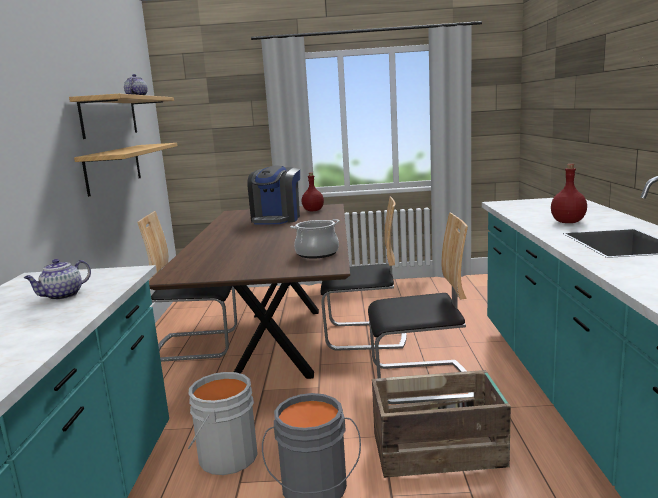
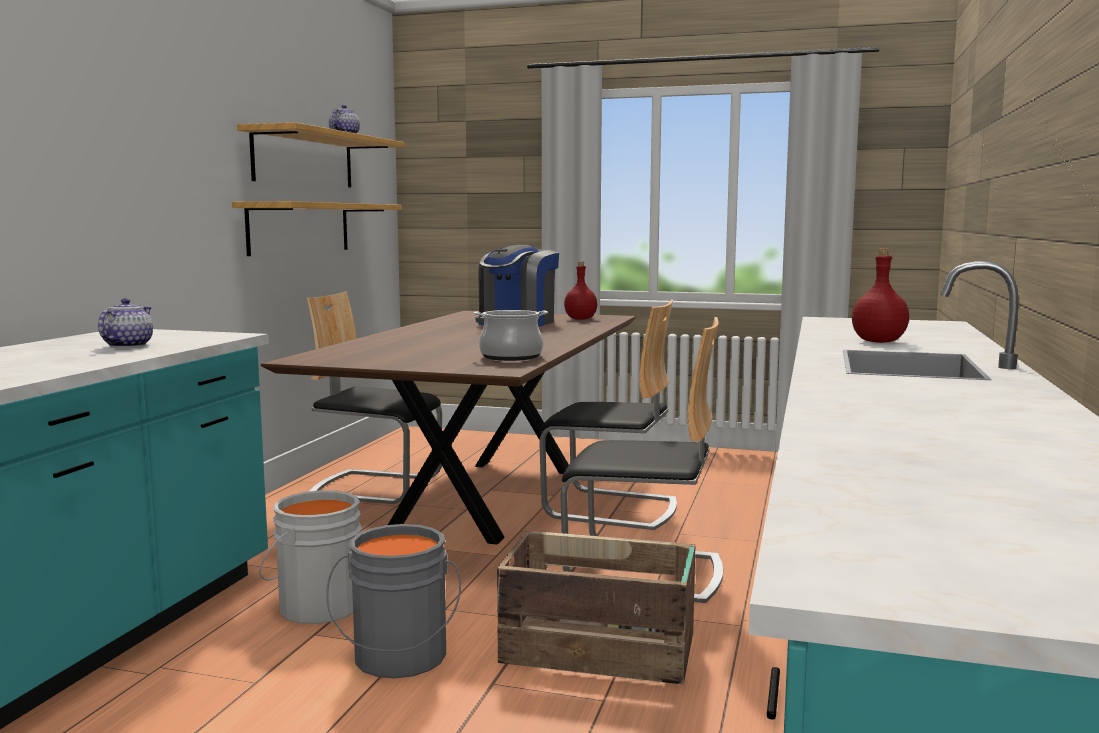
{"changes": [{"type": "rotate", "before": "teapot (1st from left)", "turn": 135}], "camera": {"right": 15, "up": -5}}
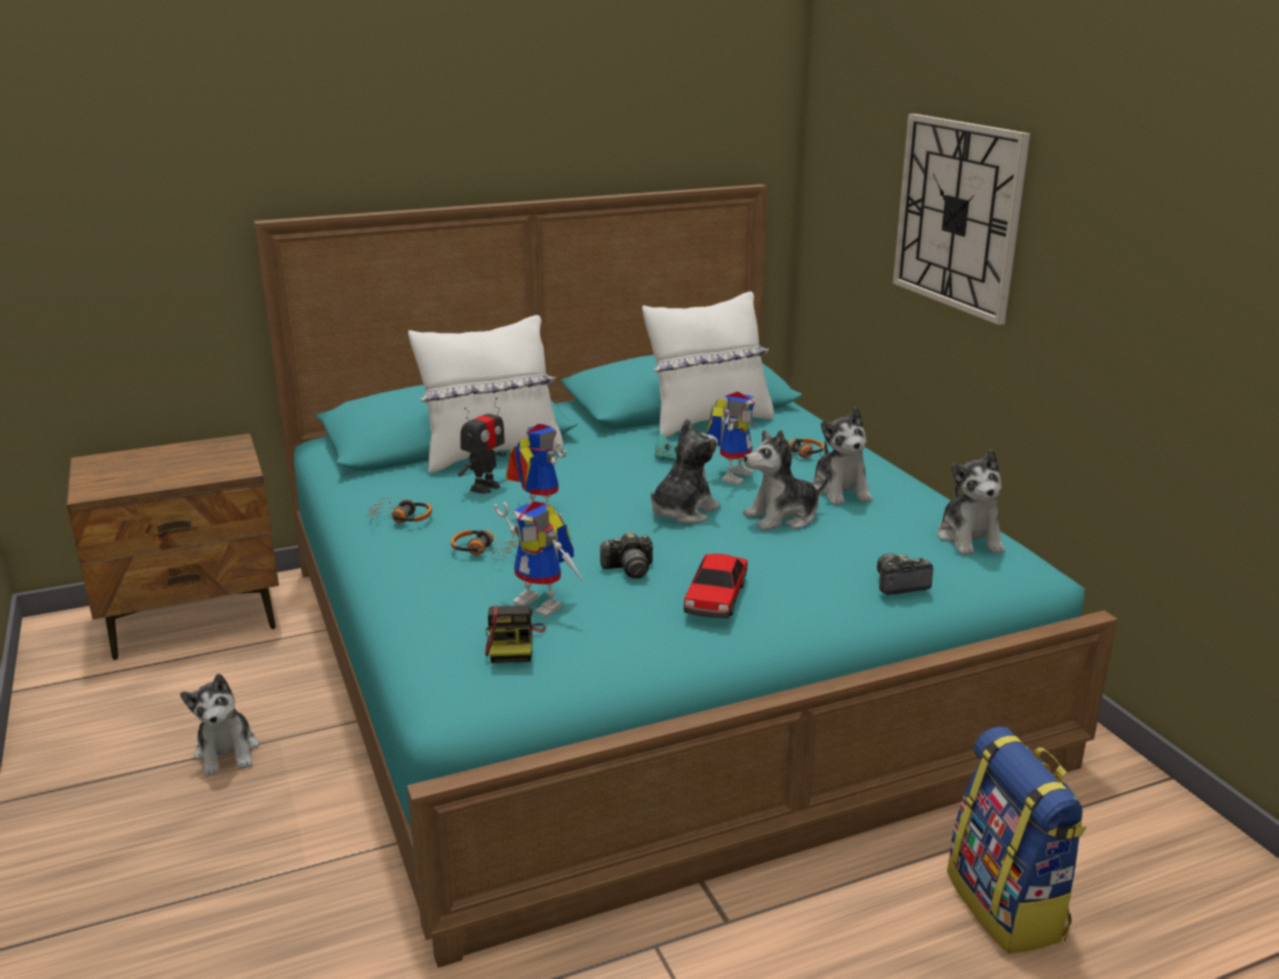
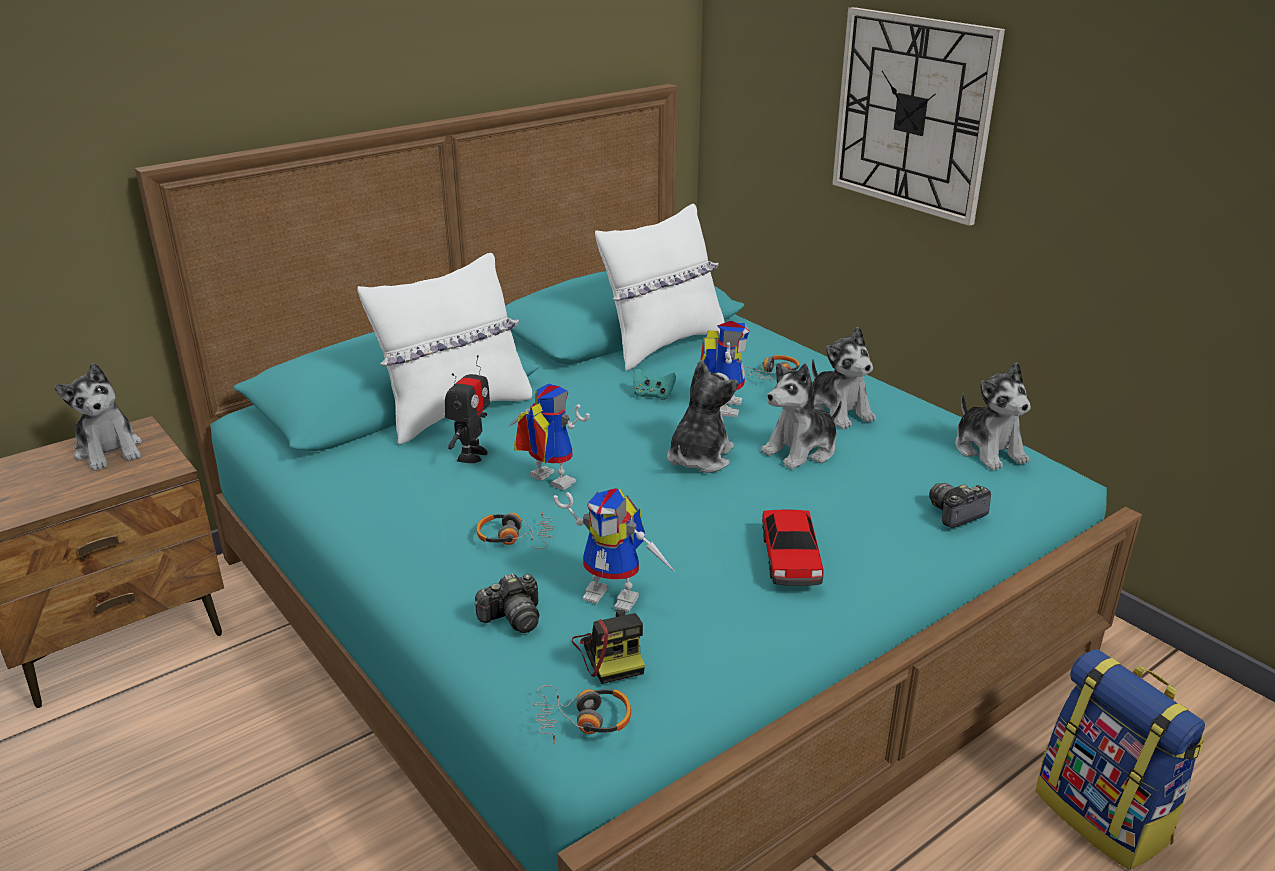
{"changes": [{"type": "move", "before": "plush toy (1st from left)"}, {"type": "move", "before": "headphones (1st from left in the first image)", "after": "headphones (2nd from left)"}, {"type": "move", "before": "photo camera (2nd from left in the first image)", "after": "photo camera (1st from left)"}], "camera": {"right": -15, "up": 5}}
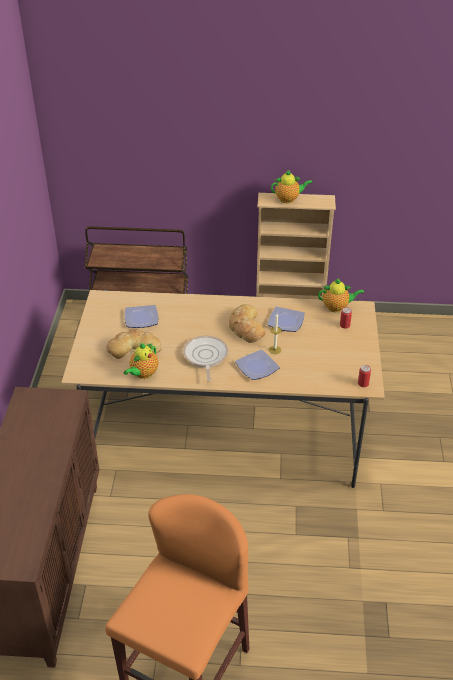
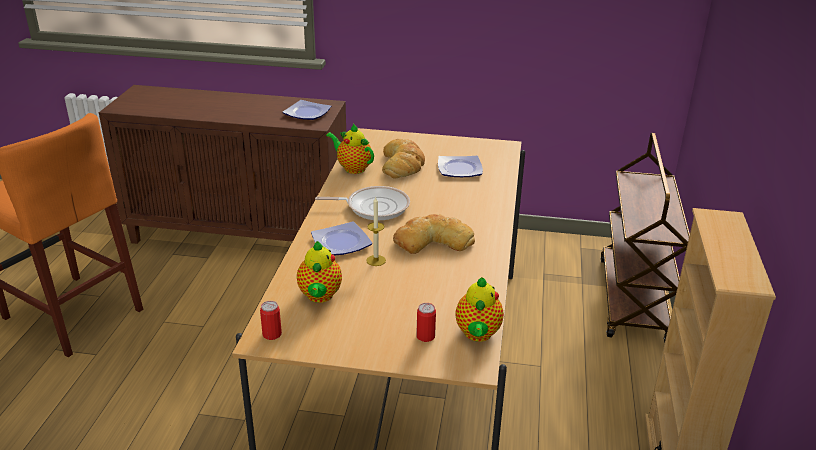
{"changes": [{"type": "move", "before": "plate (3rd from left in the first image)", "after": "plate (1st from left)"}, {"type": "move", "before": "teapot (2nd from left in the first image)", "after": "teapot (1st from left)"}], "camera": {"right": 95, "up": -10}}
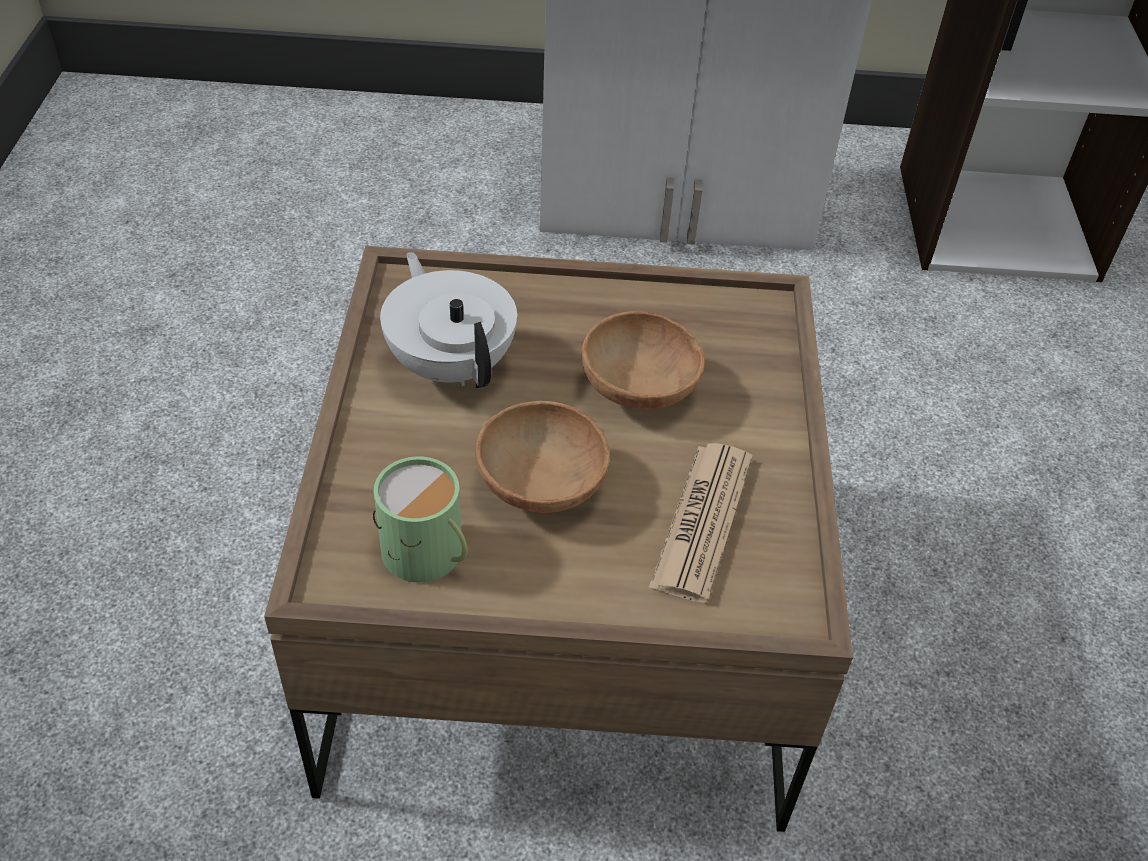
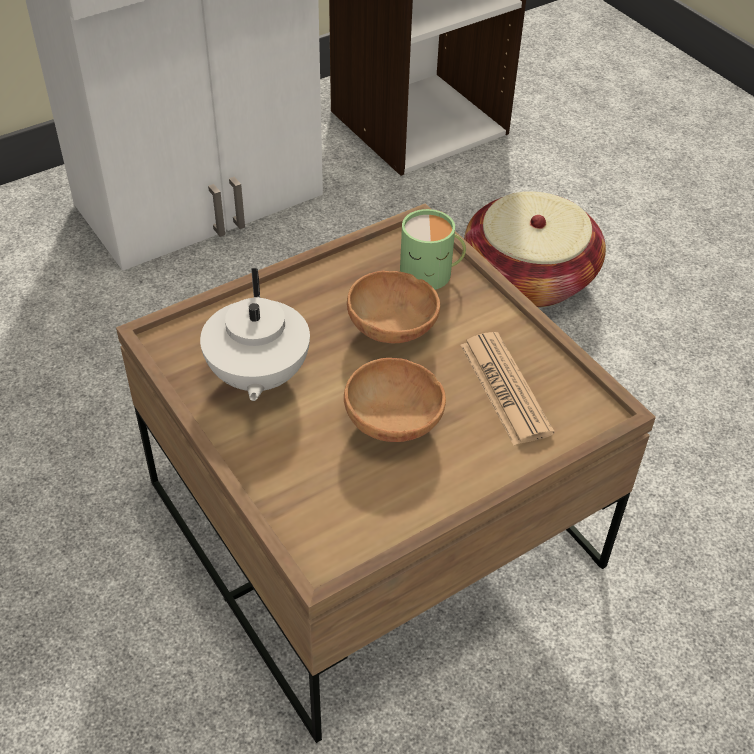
{"changes": [{"type": "move", "before": "green mug"}, {"type": "rotate", "before": "white teapot", "turn": -120}, {"type": "insert", "after": "basket"}], "camera": {"right": -35, "up": 0}}
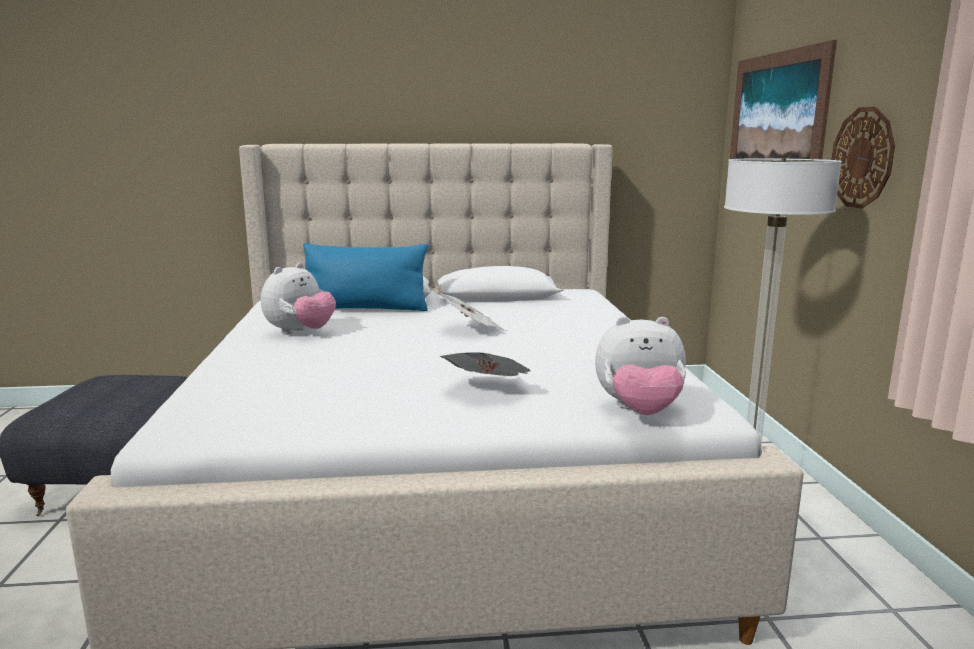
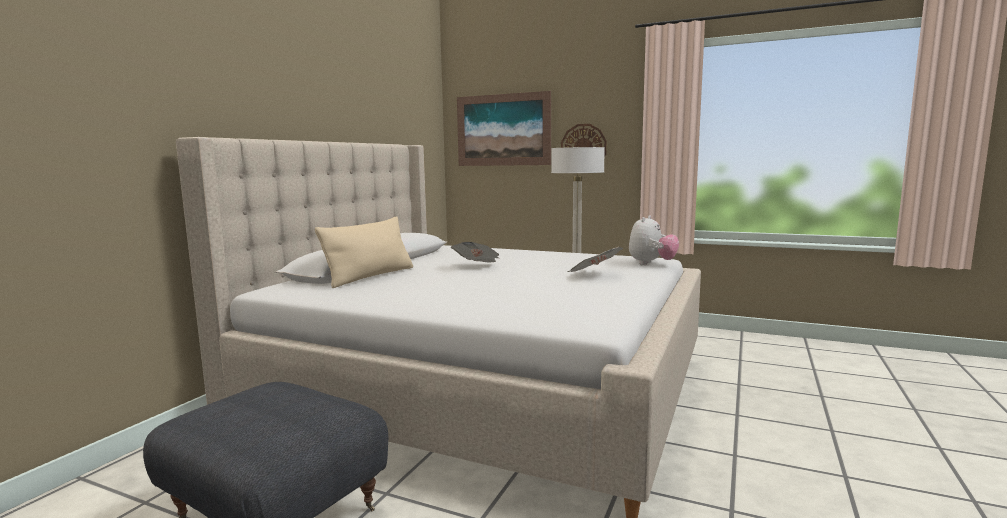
{"changes": [{"type": "delete", "before": "plush toy (1st from left)"}, {"type": "recolor", "before": "blue pillow", "after": "beige pillow"}], "camera": {"right": -60, "up": -5}}
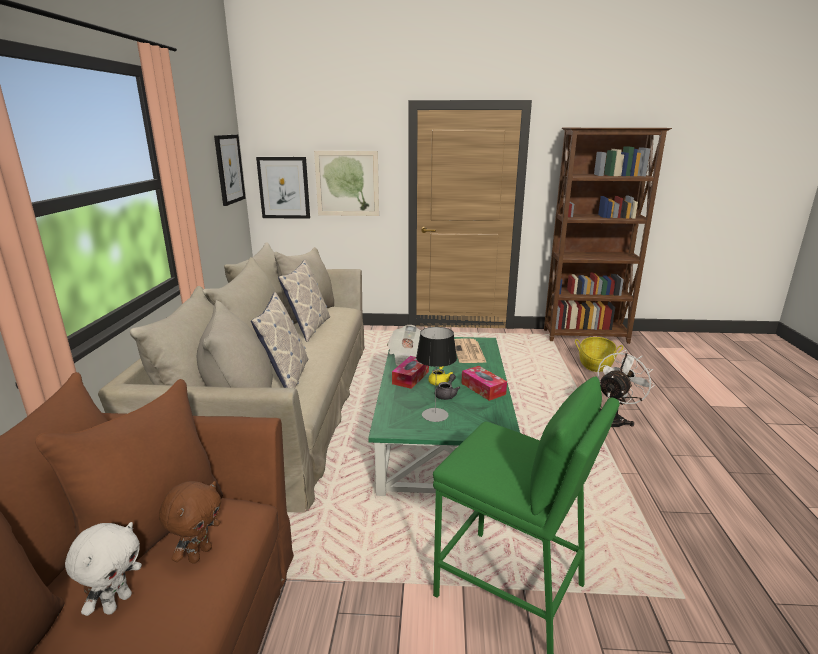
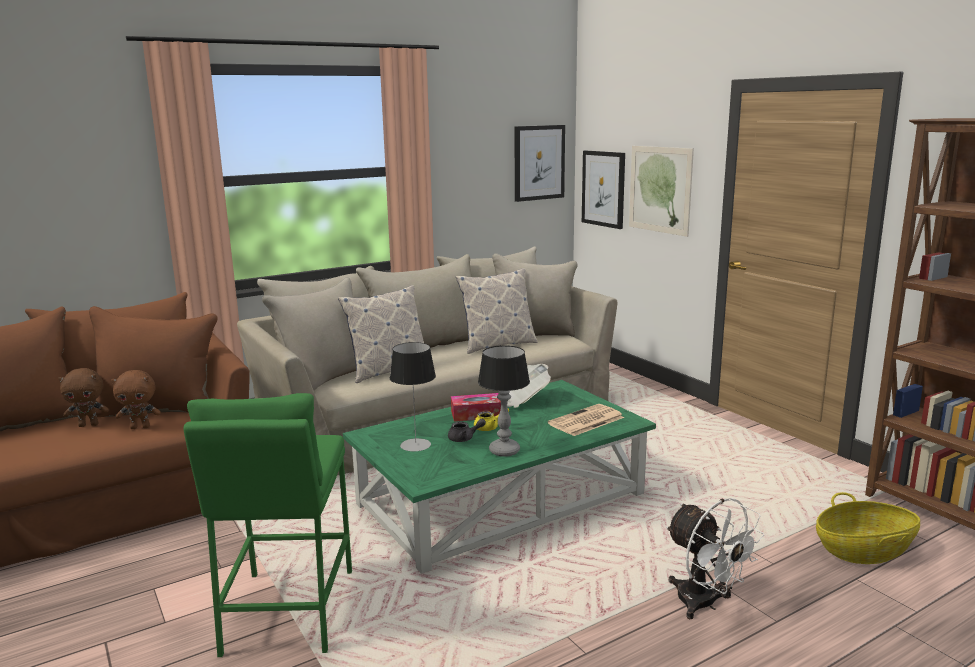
{"changes": [{"type": "recolor", "before": "white plush toy", "after": "brown plush toy (1st from left)"}, {"type": "replace", "before": "tissue box (2nd from left)", "after": "table lamp (2nd from left)"}, {"type": "rotate", "before": "white fan", "turn": 45}], "camera": {"right": 55, "up": -5}}
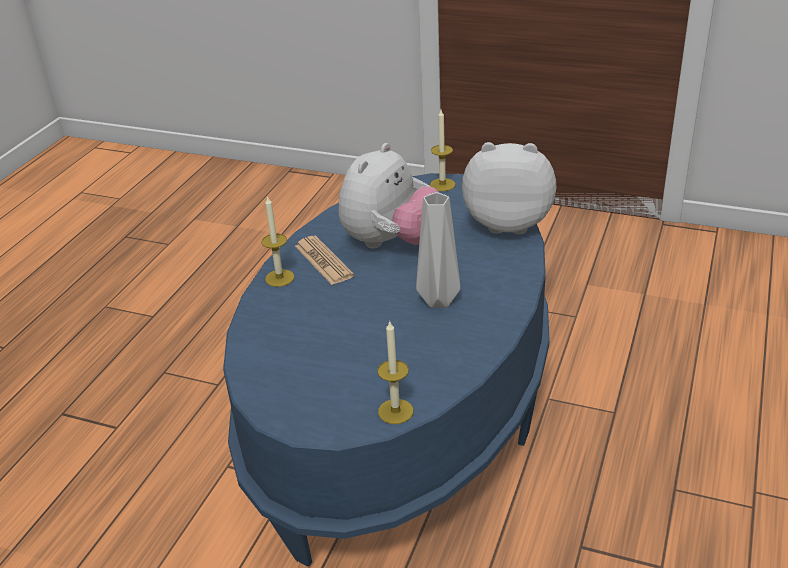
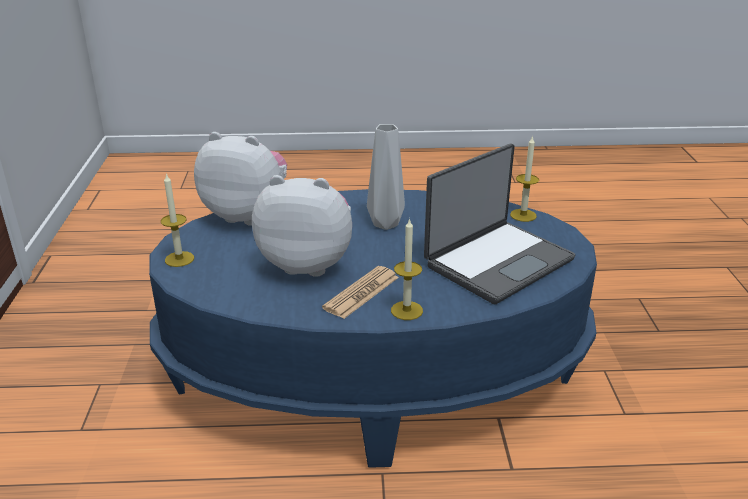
{"changes": [{"type": "rotate", "before": "plush toy (2nd from left in the first image)", "turn": 120}, {"type": "insert", "after": "laptop"}], "camera": {"right": -115, "up": -5}}
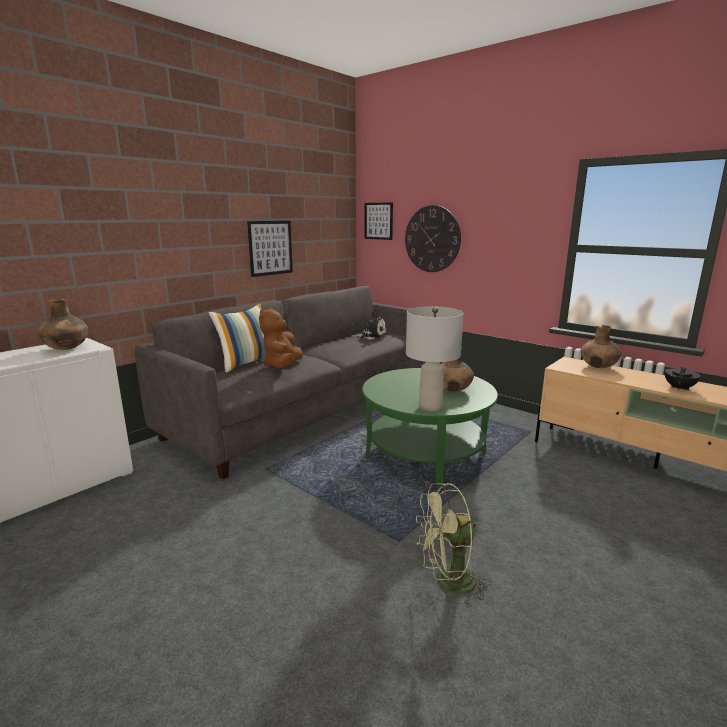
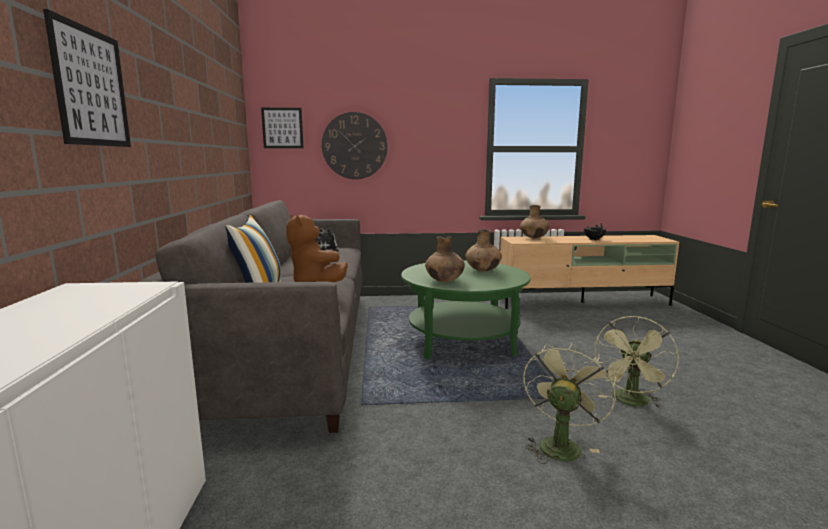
{"changes": [{"type": "move", "before": "brown vase (1st from left)"}, {"type": "move", "before": "picture (1st from left)"}, {"type": "delete", "before": "grey table lamp"}, {"type": "insert", "after": "green fan (1st from left)"}], "camera": {"right": -45, "up": -5}}
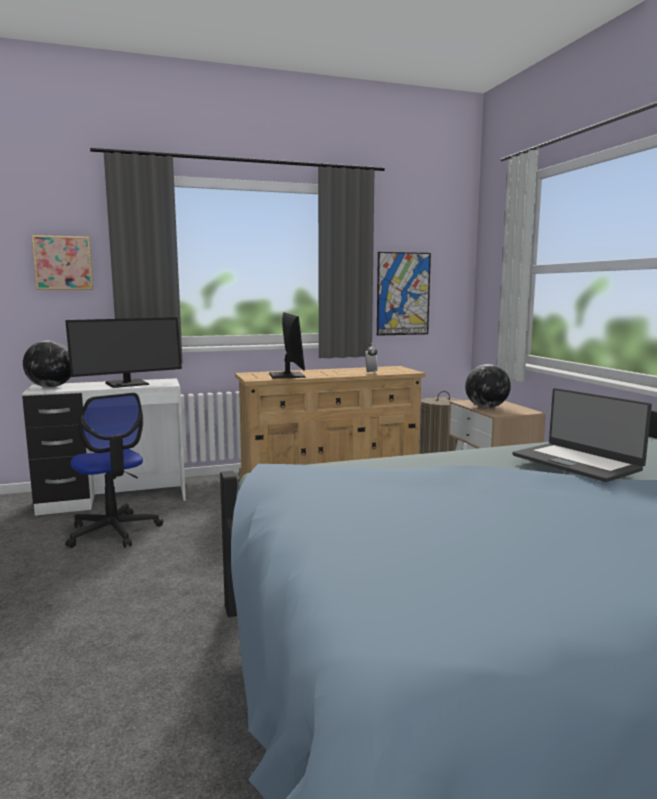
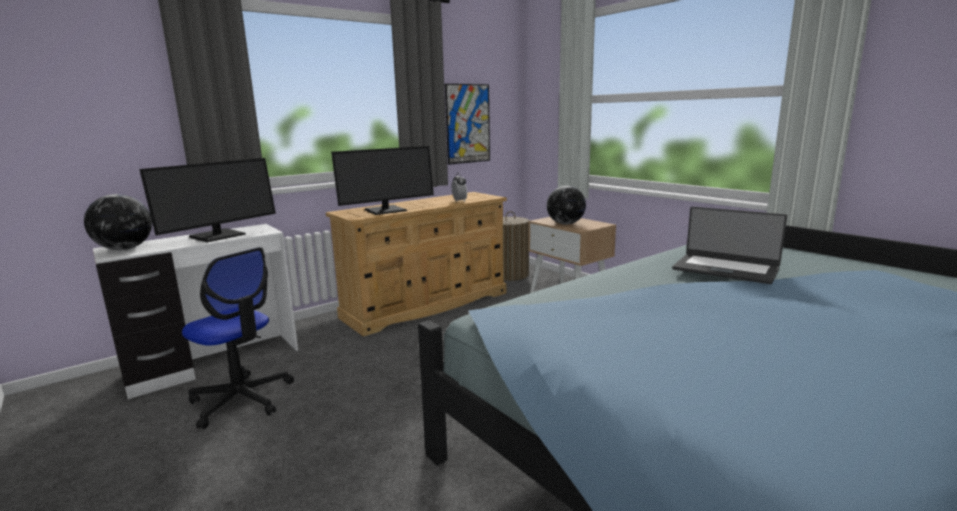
{"changes": [{"type": "delete", "before": "picture (1st from left)"}, {"type": "rotate", "before": "monitor (2nd from left)", "turn": 90}], "camera": {"right": -20, "up": 5}}
